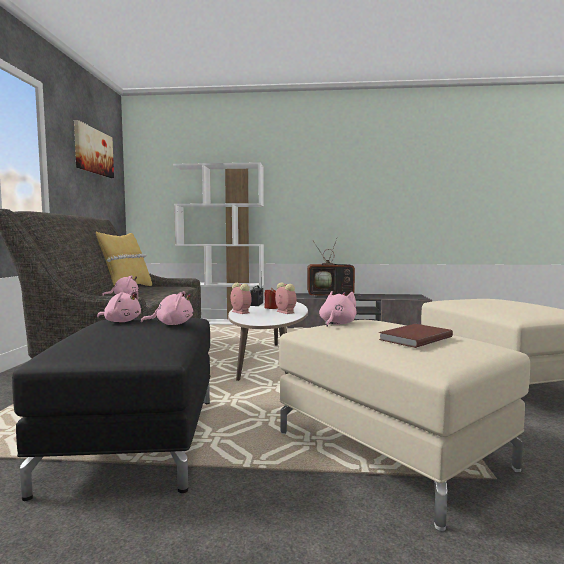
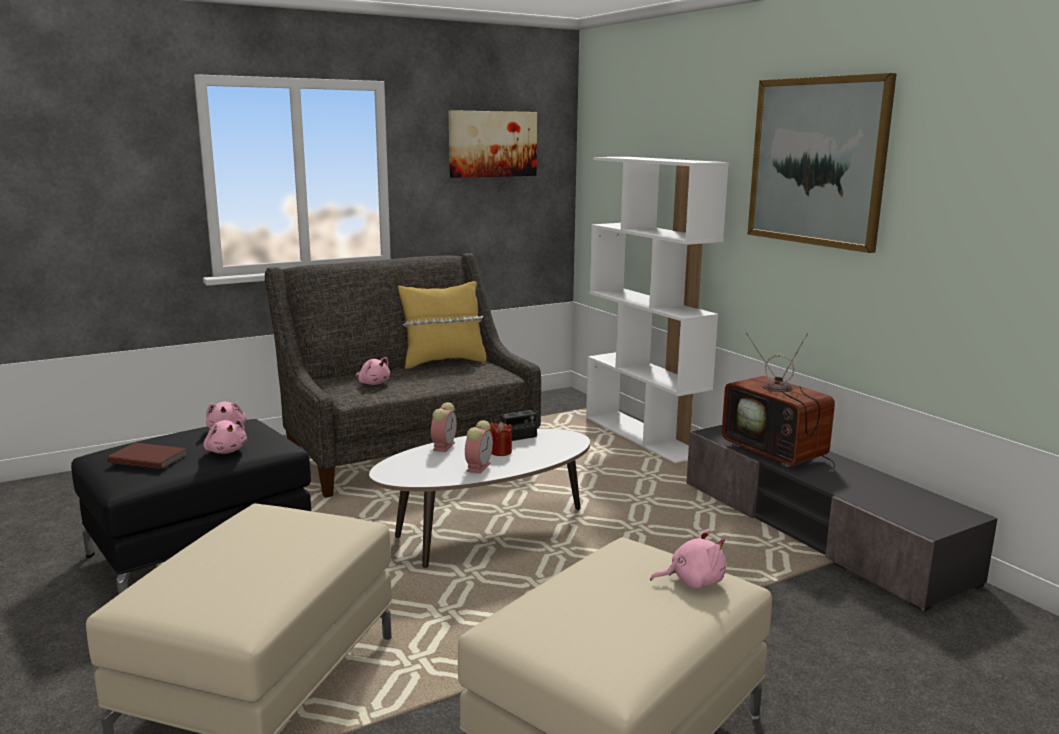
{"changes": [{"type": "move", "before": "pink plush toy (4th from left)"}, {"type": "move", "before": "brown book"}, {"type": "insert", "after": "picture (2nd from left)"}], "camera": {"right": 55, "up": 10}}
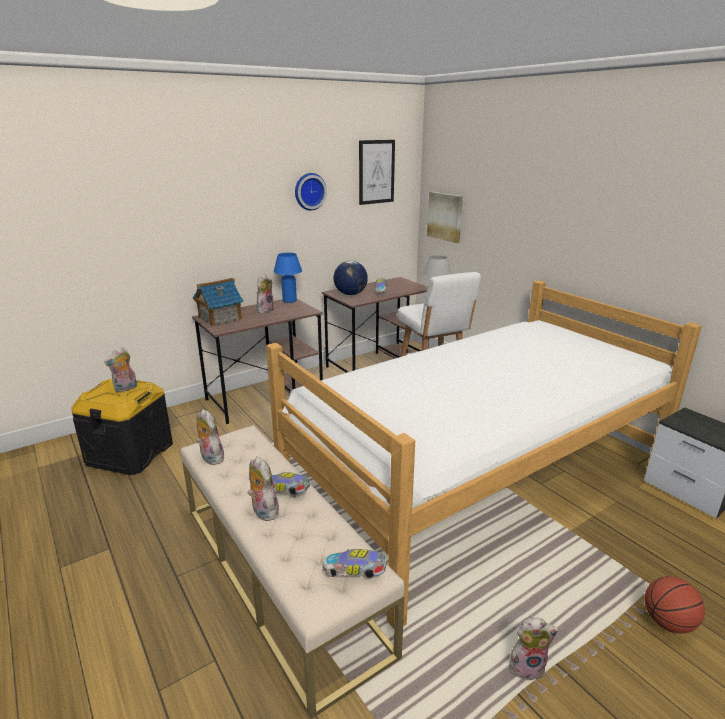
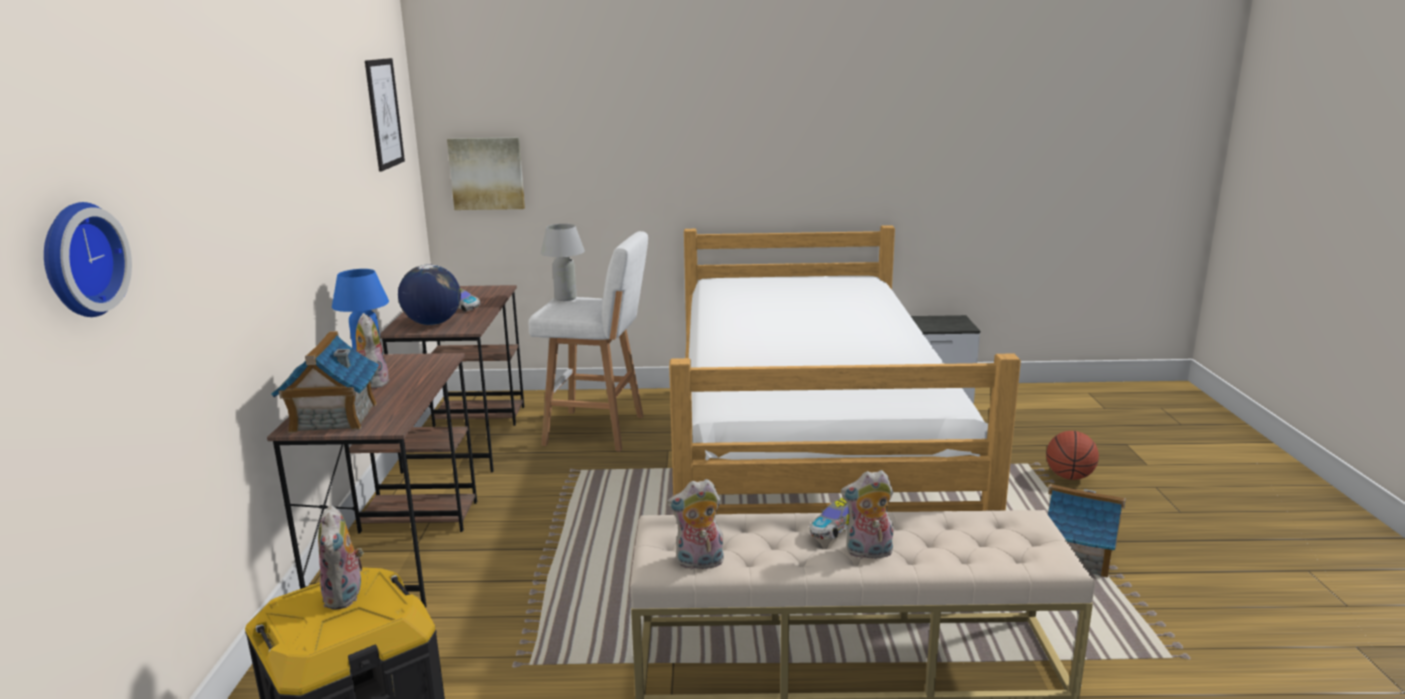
{"changes": [{"type": "move", "before": "wall clock"}, {"type": "delete", "before": "toy car (2nd from left)"}, {"type": "replace", "before": "plush toy (5th from left)", "after": "toy house (2nd from left)"}], "camera": {"right": -55, "up": -5}}
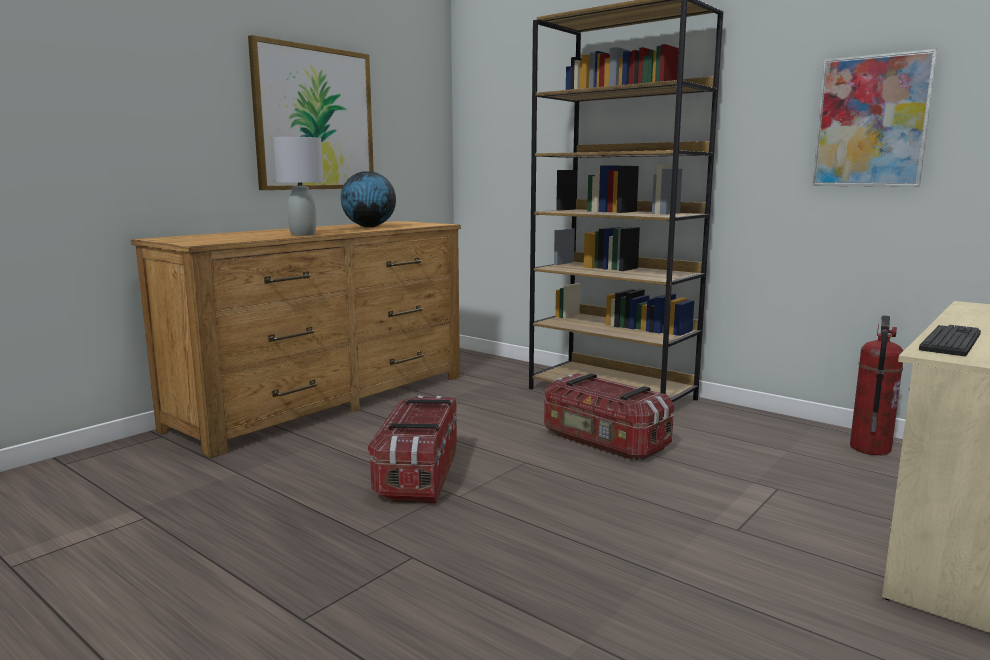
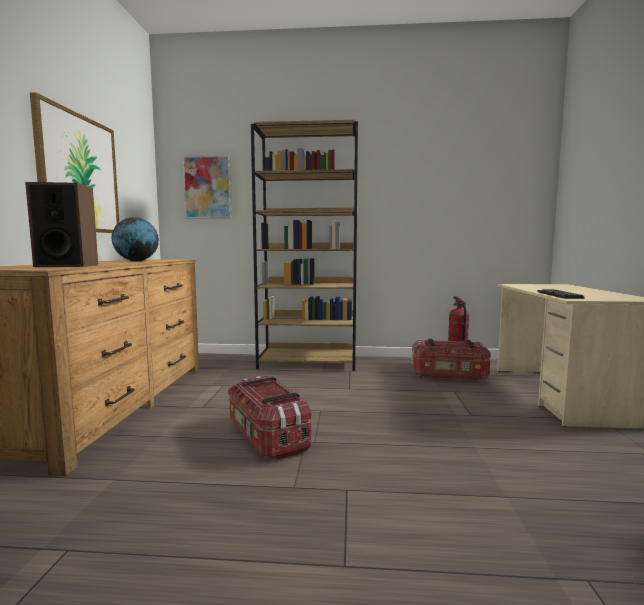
{"changes": [{"type": "delete", "before": "grey table lamp"}, {"type": "move", "before": "storage box (2nd from left)"}, {"type": "move", "before": "picture (2nd from left)"}, {"type": "insert", "after": "speaker"}], "camera": {"right": -35, "up": -5}}
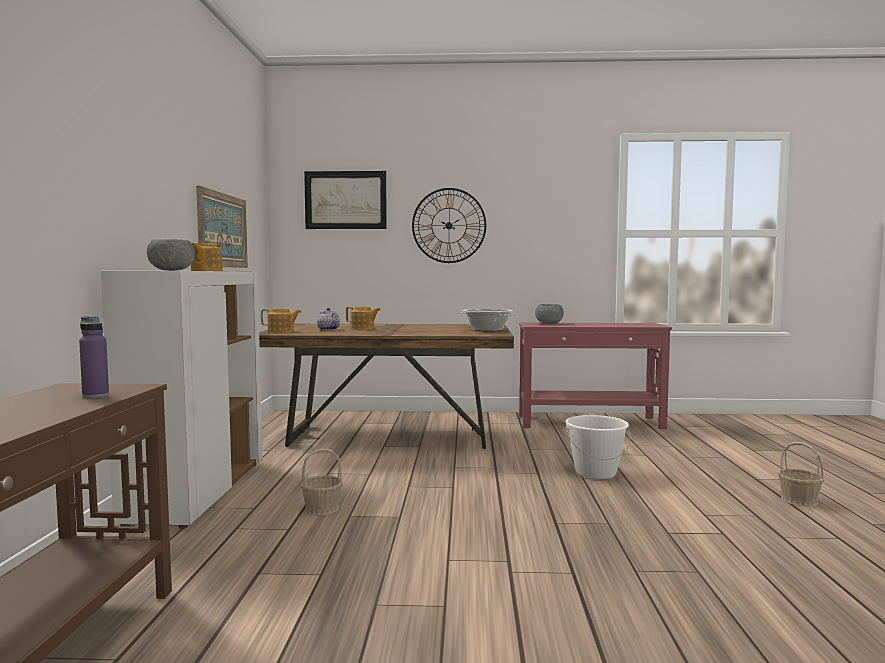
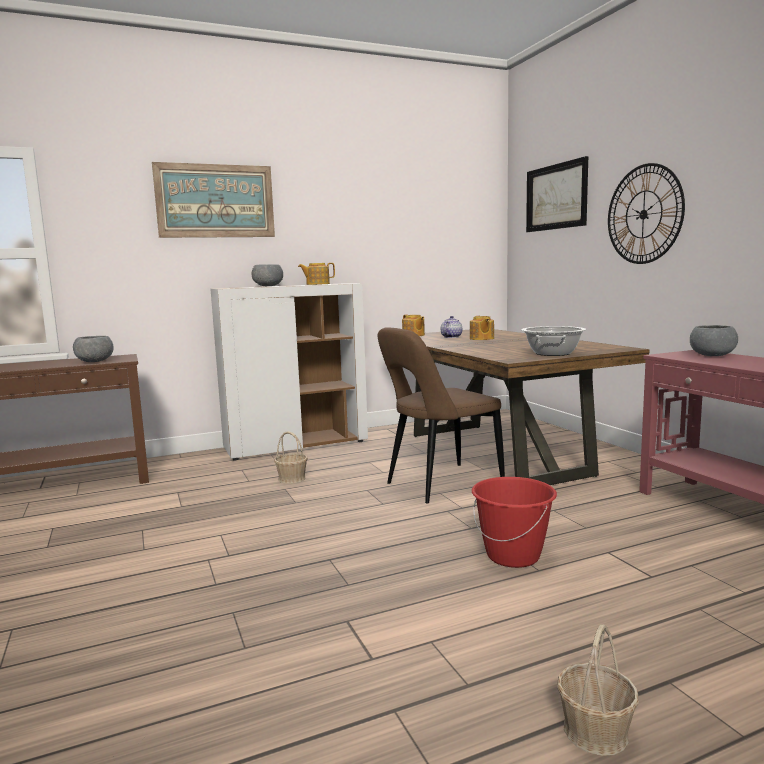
{"changes": [{"type": "replace", "before": "purple bottle", "after": "grey bowl (1st from left)"}, {"type": "move", "before": "picture (1st from left)"}, {"type": "recolor", "before": "white bucket", "after": "red bucket"}, {"type": "insert", "after": "brown chair"}], "camera": {"right": 65, "up": 5}}
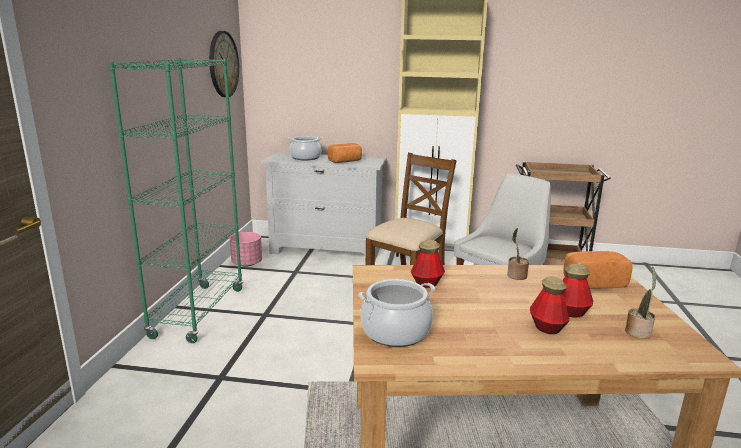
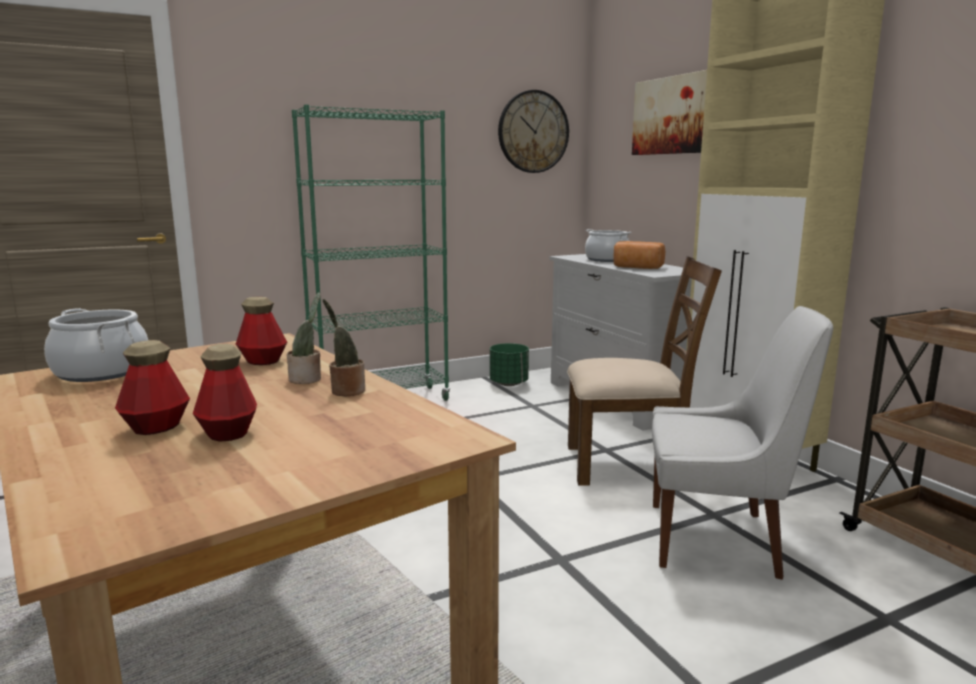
{"changes": [{"type": "recolor", "before": "pink planter", "after": "green planter"}, {"type": "delete", "before": "bread (2nd from left)"}, {"type": "move", "before": "potted plant (2nd from left in the first image)", "after": "potted plant (1st from left)"}, {"type": "insert", "after": "picture"}], "camera": {"right": 55, "up": -5}}
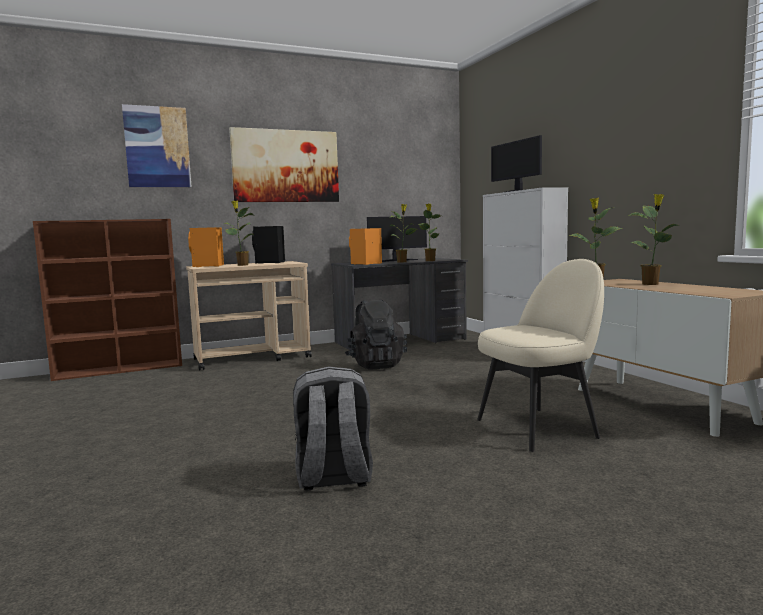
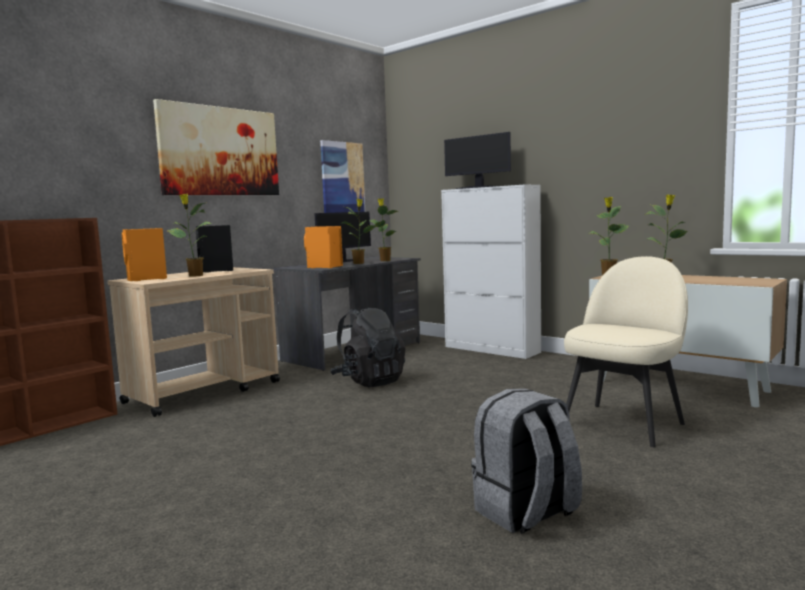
{"changes": [{"type": "move", "before": "picture (1st from left in the first image)", "after": "picture (2nd from left)"}], "camera": {"right": -25, "up": 0}}
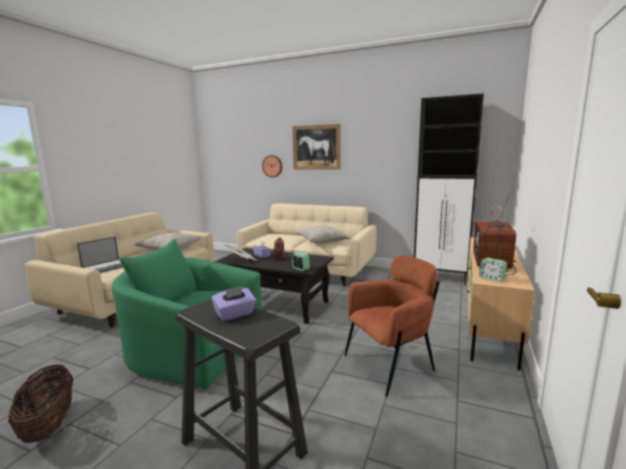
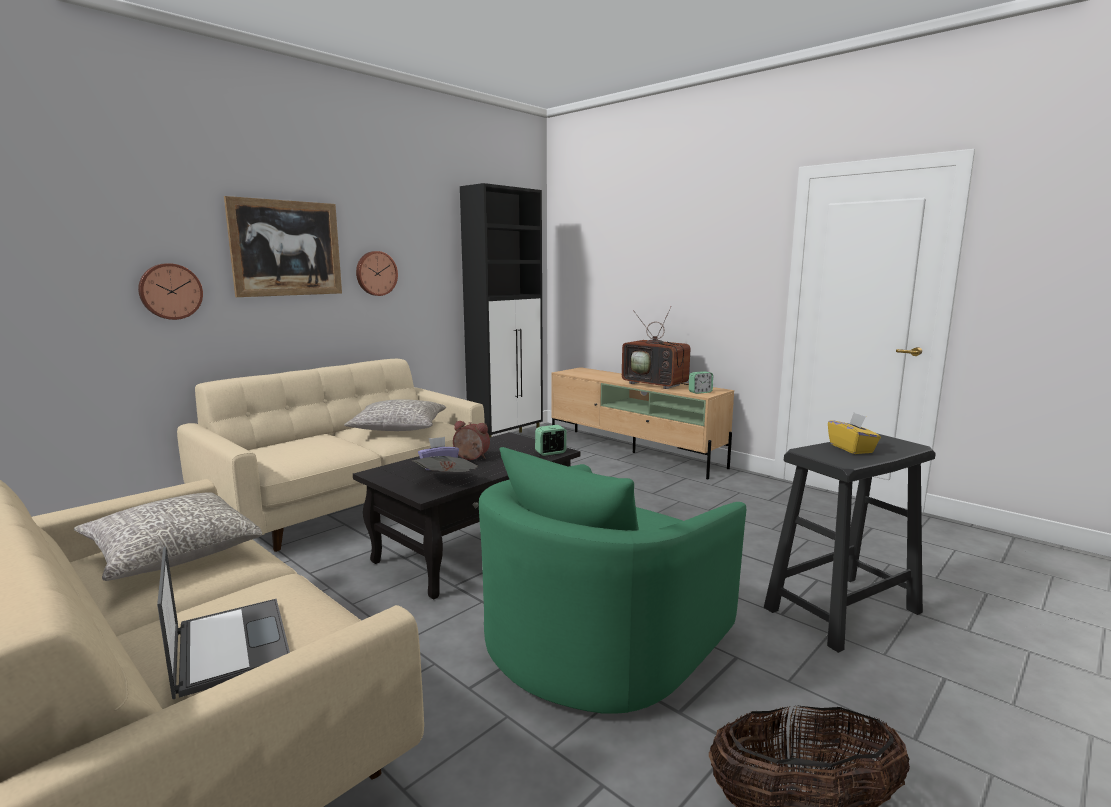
{"changes": [{"type": "recolor", "before": "purple tissue box (1st from left)", "after": "yellow tissue box"}, {"type": "delete", "before": "brown armchair"}, {"type": "insert", "after": "wall clock (2nd from left)"}], "camera": {"right": -70, "up": 0}}
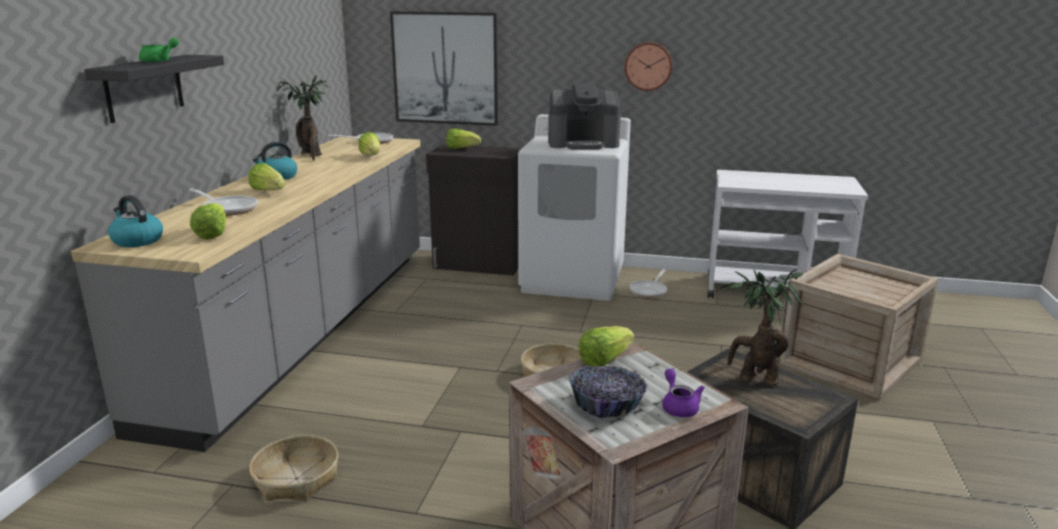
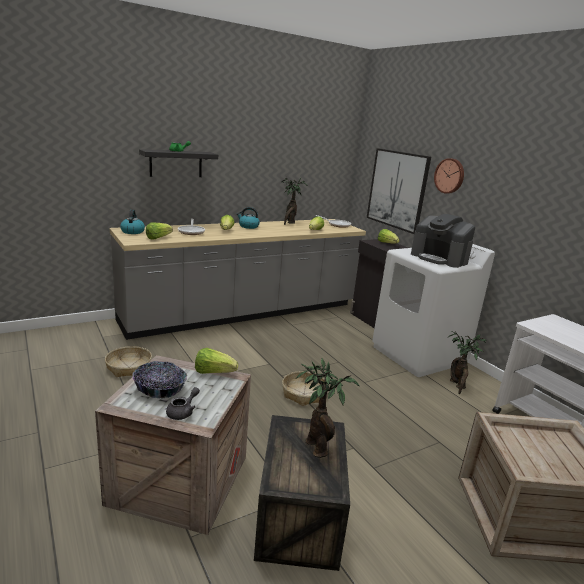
{"changes": [{"type": "move", "before": "wall clock"}, {"type": "replace", "before": "frying pan (3rd from left)", "after": "potted plant (3rd from left)"}, {"type": "recolor", "before": "purple teapot", "after": "grey teapot"}], "camera": {"right": 45, "up": 0}}
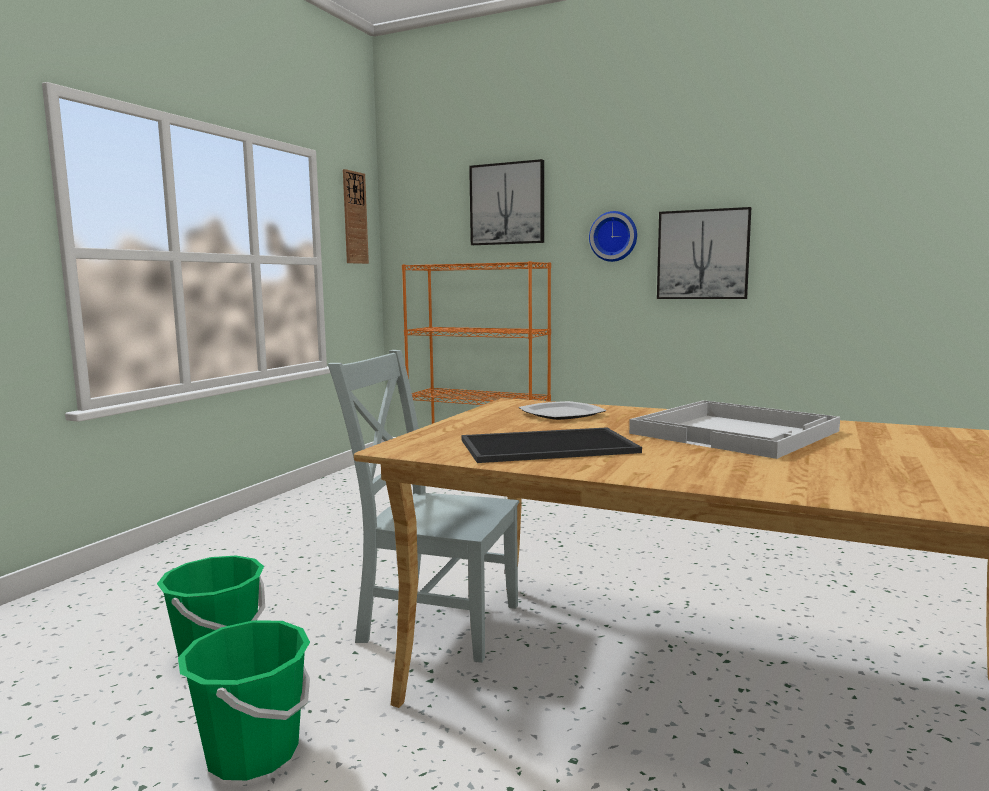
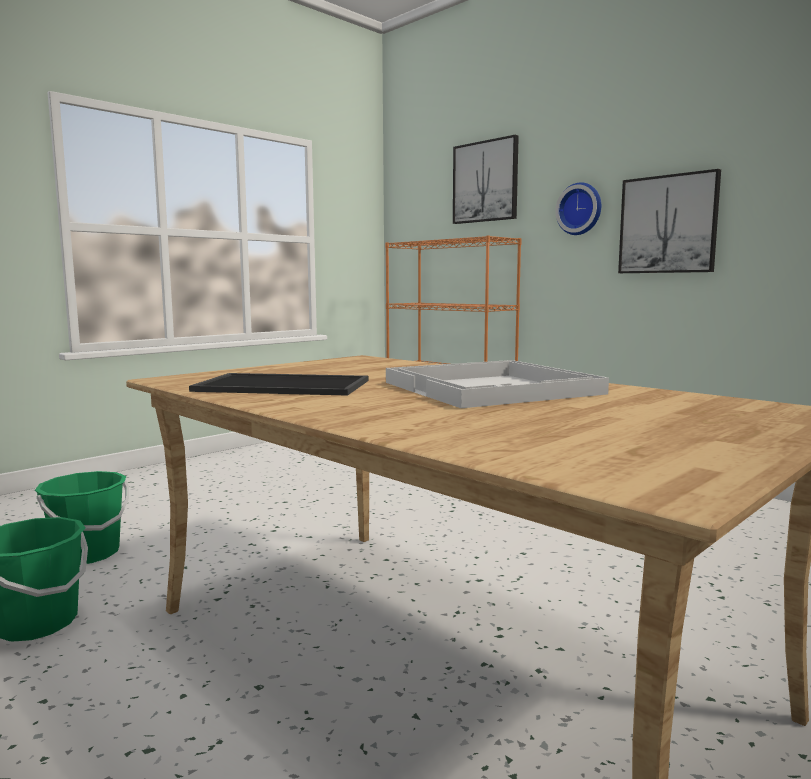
{"changes": [{"type": "delete", "before": "grey chair"}, {"type": "delete", "before": "wall clock (1st from left)"}, {"type": "delete", "before": "plate"}], "camera": {"right": 20, "up": 0}}
